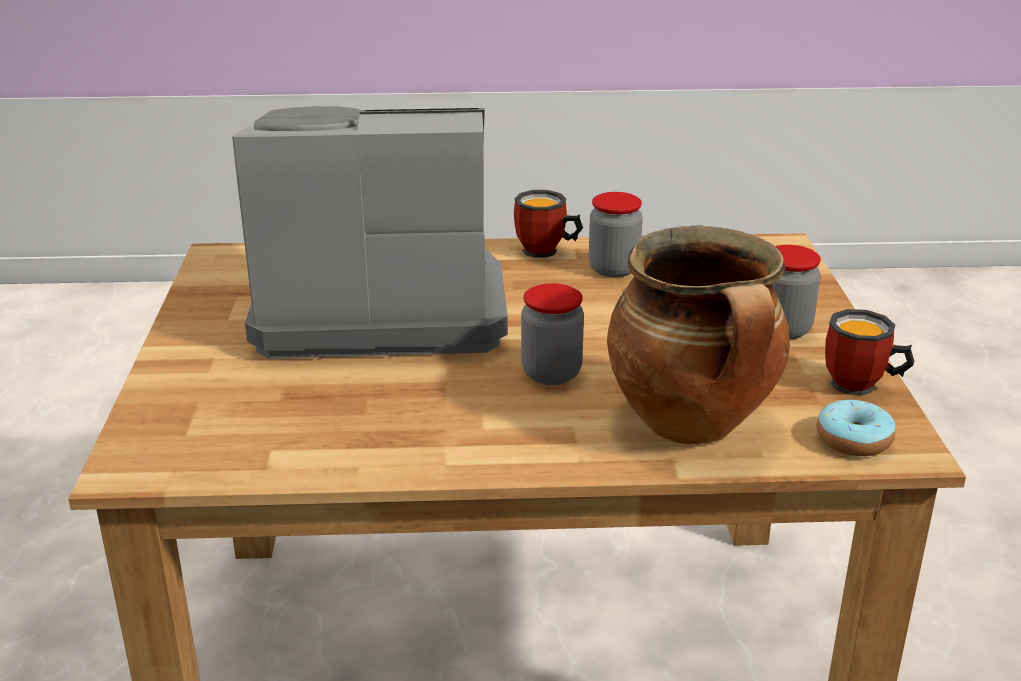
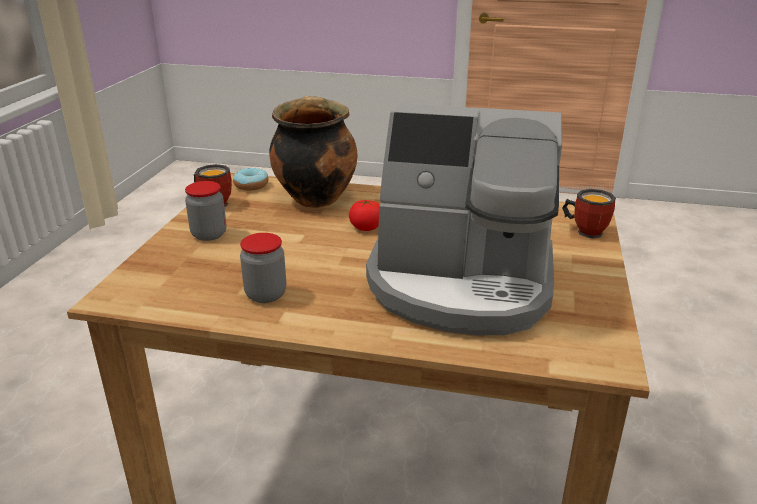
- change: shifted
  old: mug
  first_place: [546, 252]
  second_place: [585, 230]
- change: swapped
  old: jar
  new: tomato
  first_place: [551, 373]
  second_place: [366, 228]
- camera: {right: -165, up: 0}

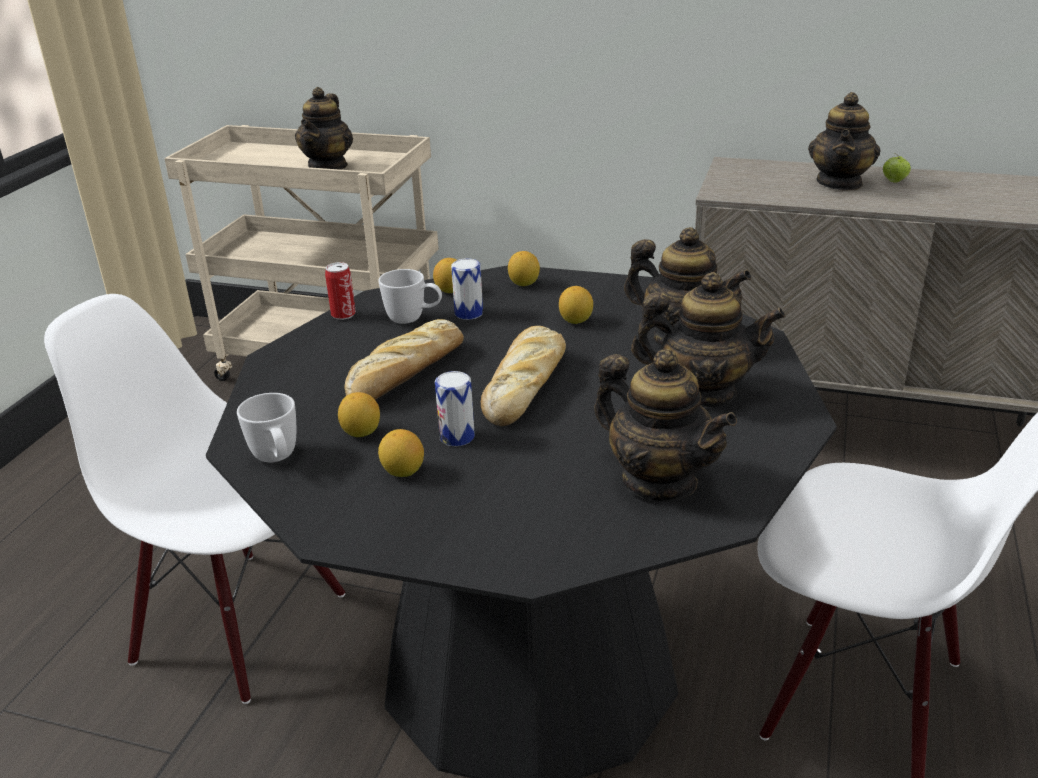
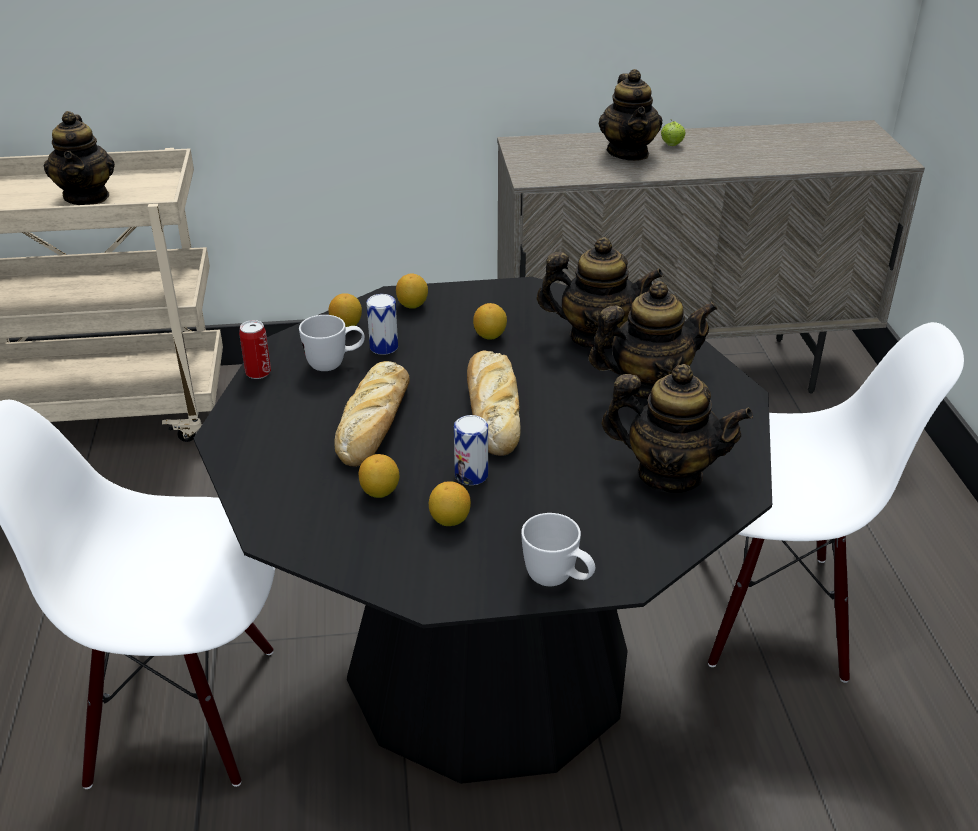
- change: shifted
  old: white_mug
  first_place: [277, 460]
  second_place: [558, 580]
- camera: {right: -25, up: 5}

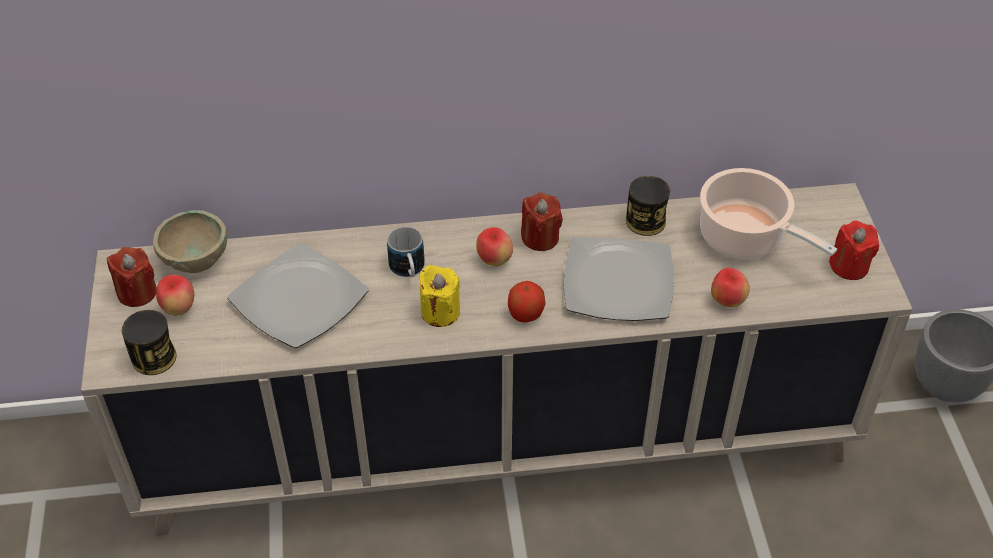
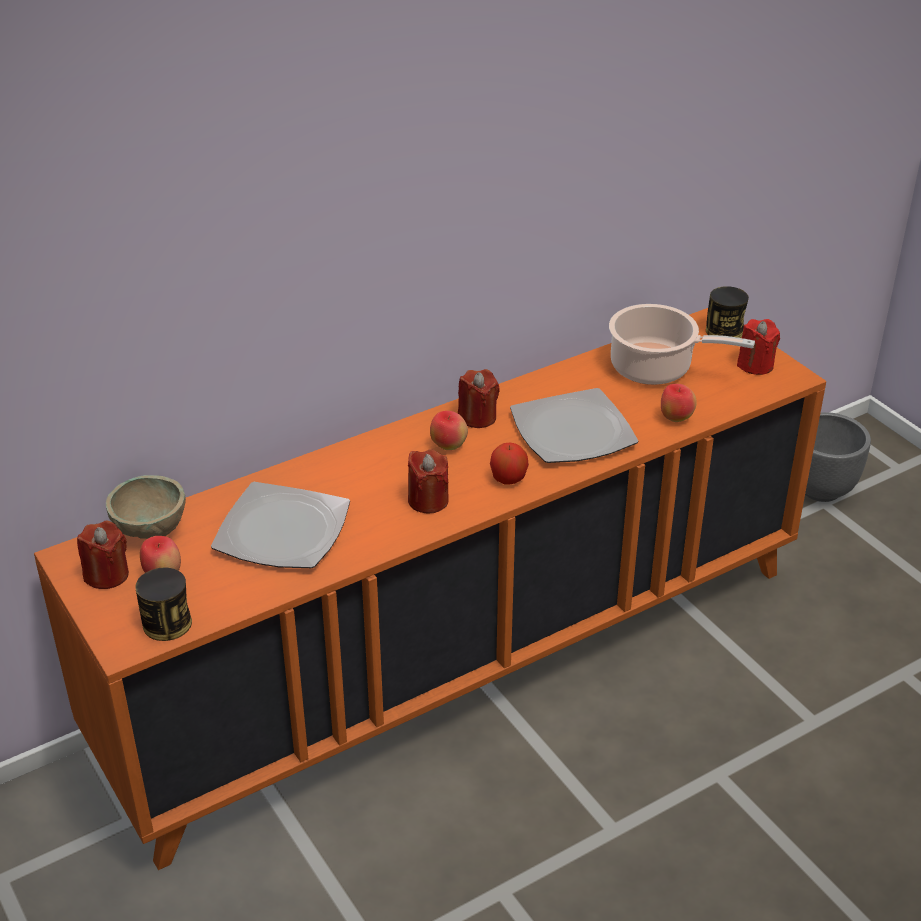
- change: shifted
  old: can
  first_place: [645, 221]
  second_place: [724, 331]
- change: repainted
  old: beige_cabinet
  new: orange_cabinet
  first_place: [496, 441]
  second_place: [460, 663]
- change: gone
  old: mug
  first_place: [408, 270]
- change: repainted
  old: yellow_candle
  new: red_candle
  first_place: [440, 312]
  second_place: [428, 500]
- camera: {right: -25, up: -10}

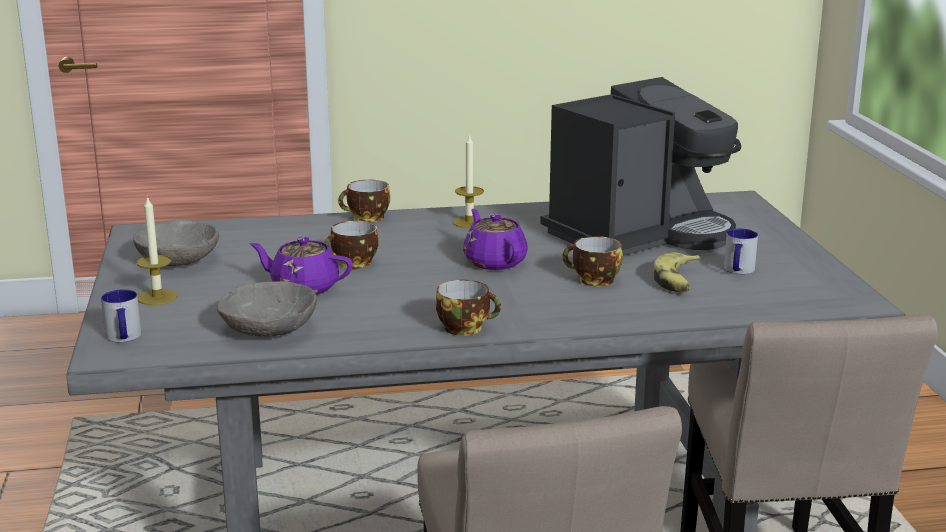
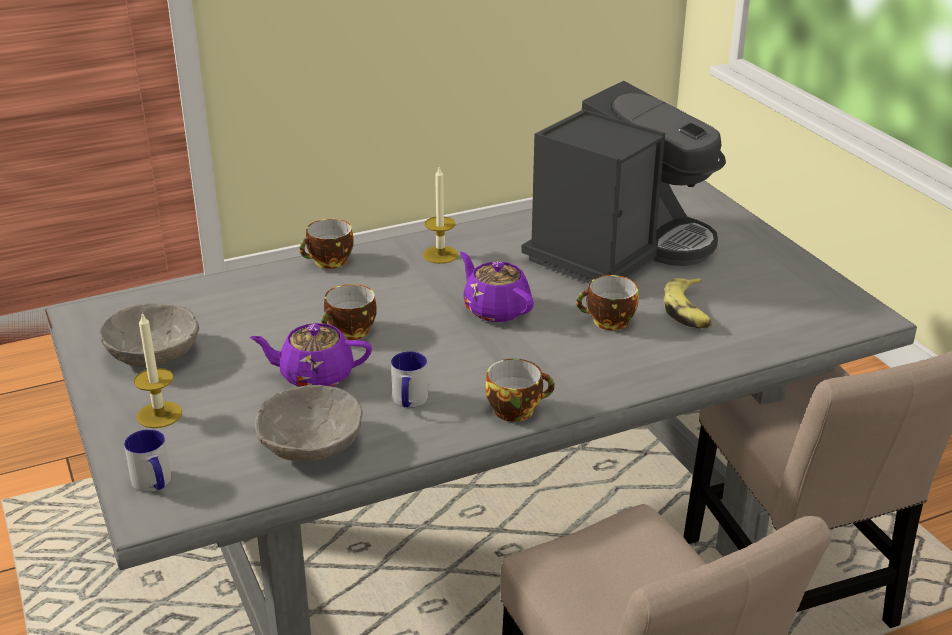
- change: shifted
  old: mug
  first_place: [738, 271]
  second_place: [409, 402]
- camera: {right: -15, up: 10}

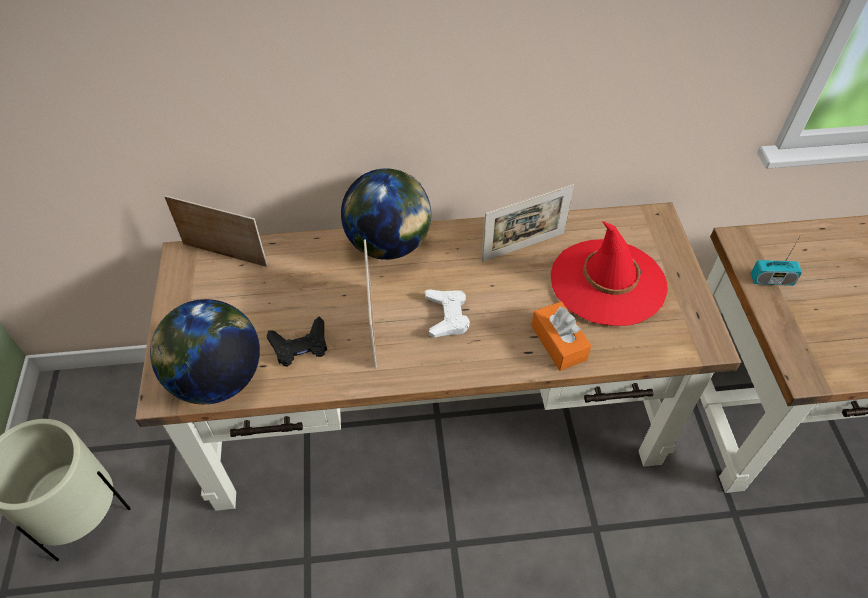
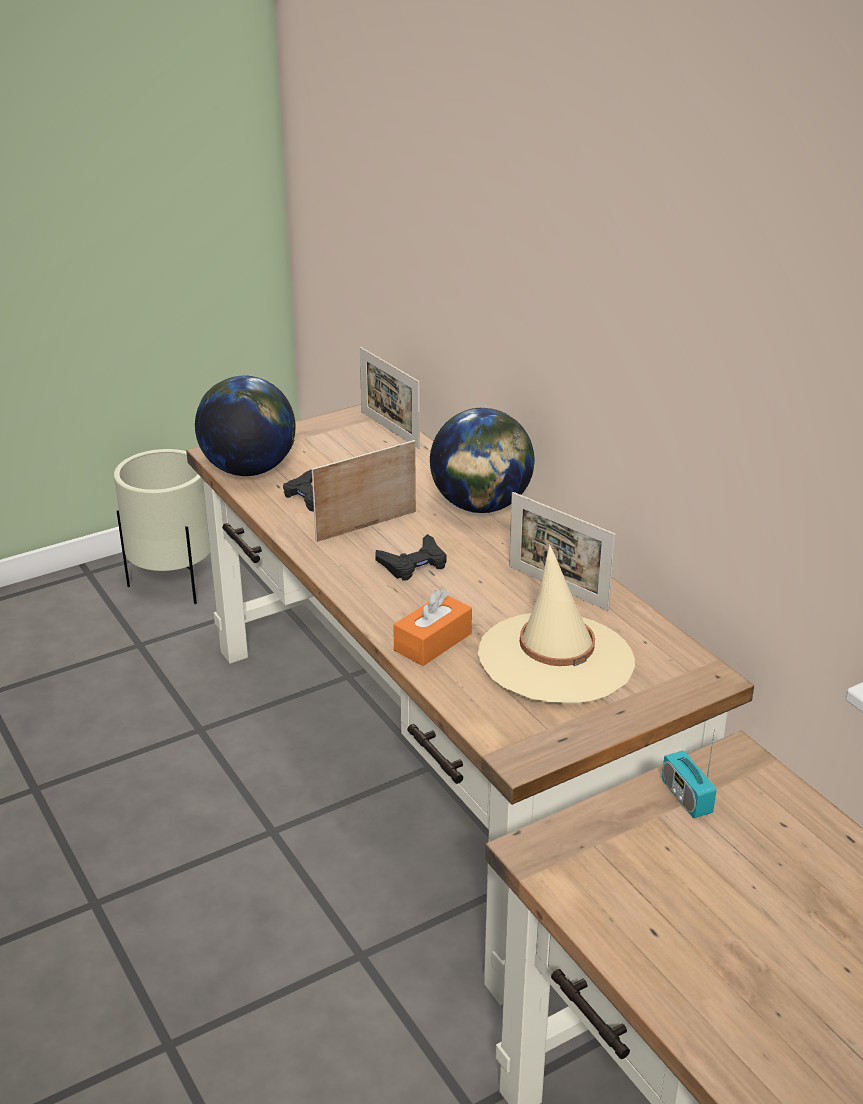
- change: rotated
  old: picture_frame
  first_place: [225, 255]
  second_place: [390, 430]
  degrees: 150
- change: repainted
  old: red_hat
  new: beige_hat
  first_place: [607, 282]
  second_place: [556, 658]
- change: repainted
  old: white_game_controller
  new: black_game_controller
  first_place: [447, 316]
  second_place: [413, 564]
- camera: {right: 65, up: -20}

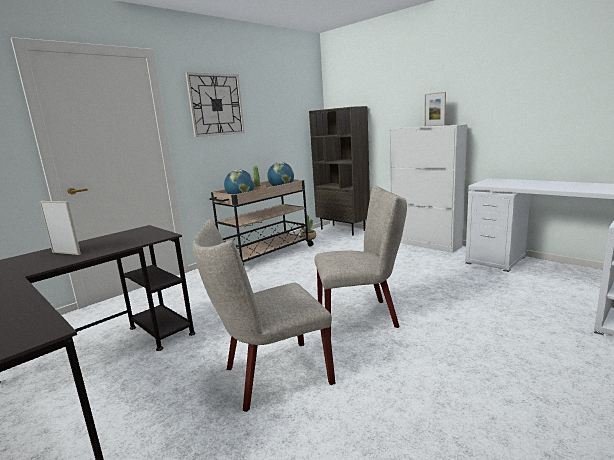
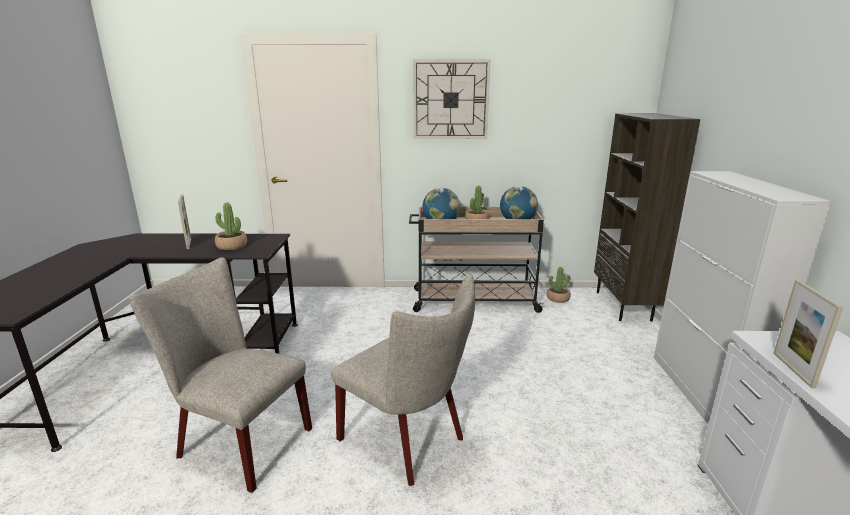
- change: shifted
  old: picture_frame
  first_place: [434, 125]
  second_place: [793, 369]
- change: new
  new: potted_plant
  second_place: [231, 246]
- camera: {right: 45, up: 5}

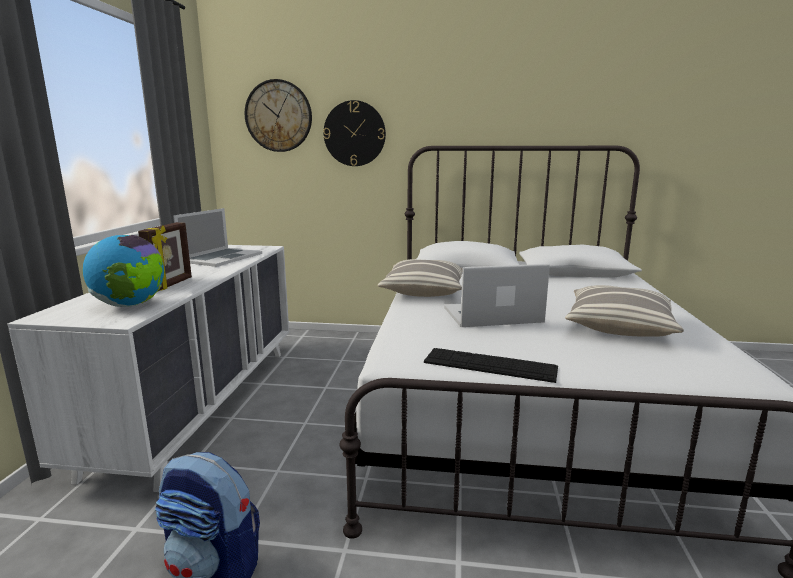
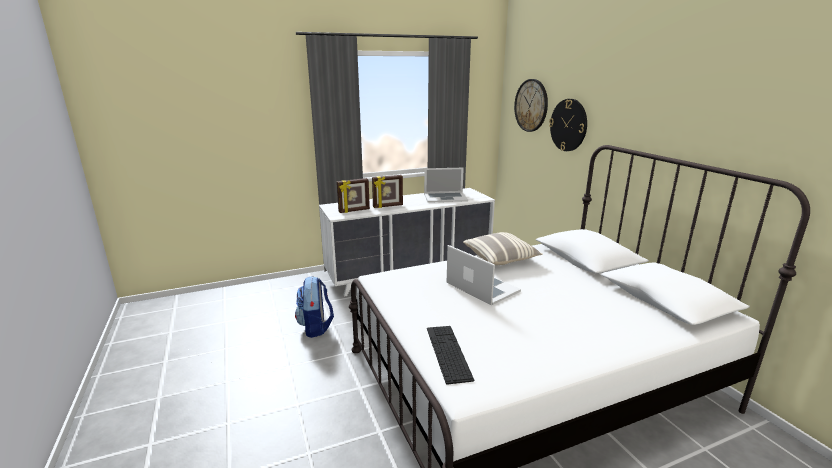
- change: swapped
  old: globe
  new: picture_frame
  first_place: [130, 305]
  second_place: [354, 211]
- change: gone
  old: pillow
  first_place: [618, 326]
- change: shifted
  old: keyboard
  first_place: [490, 365]
  second_place: [448, 352]
- camera: {right: 60, up: 5}

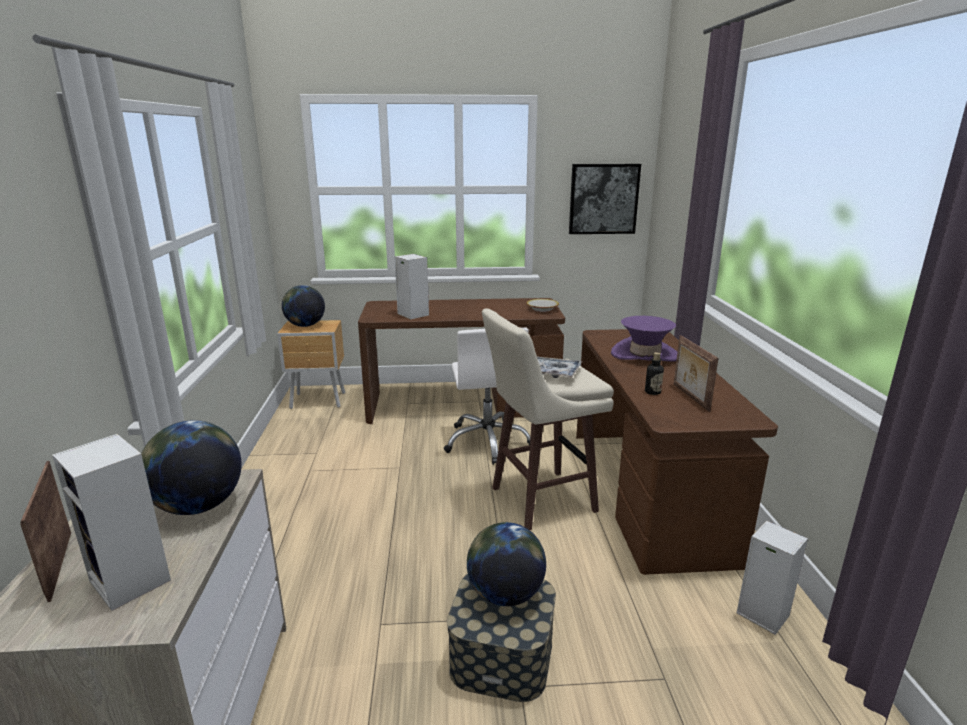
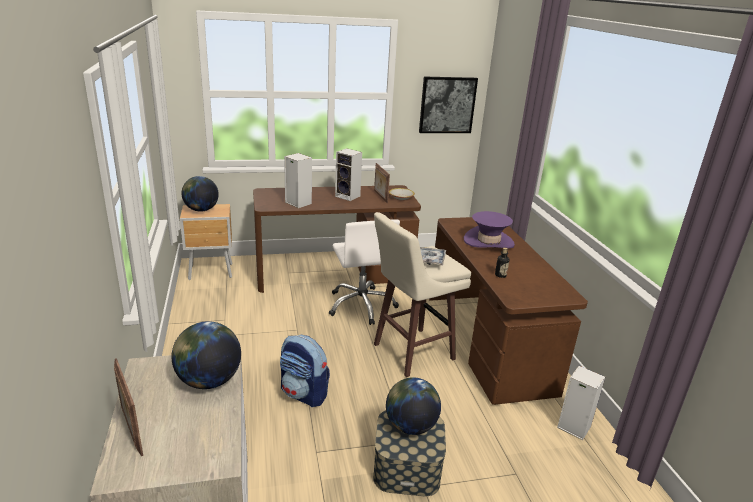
- change: shifted
  old: picture_frame
  first_place: [689, 397]
  second_place: [380, 196]
- change: shifted
  old: speaker
  first_place: [133, 581]
  second_place: [348, 196]
- change: new
  new: backpack
  second_place: [304, 394]
- camera: {right: -10, up: 5}

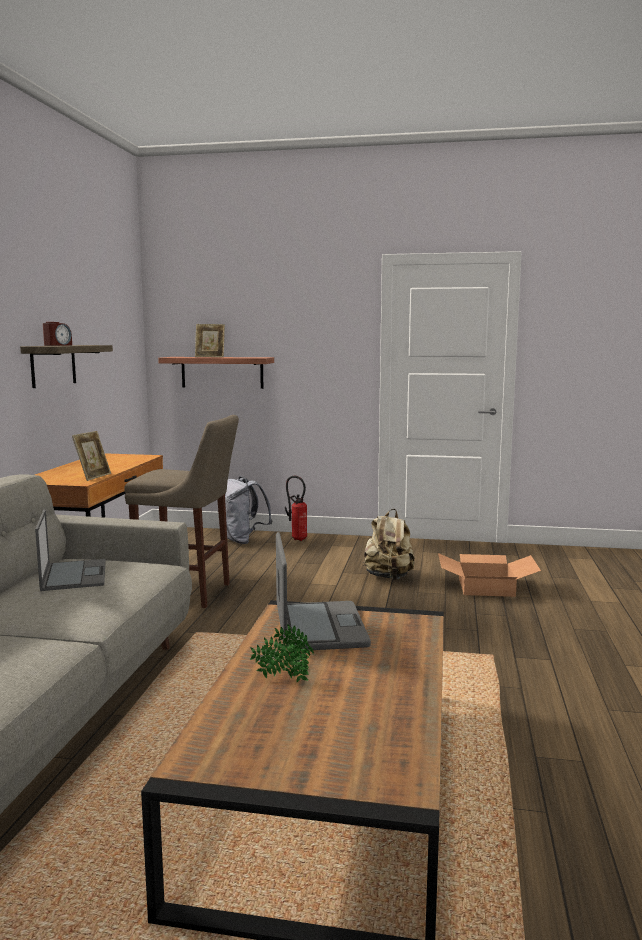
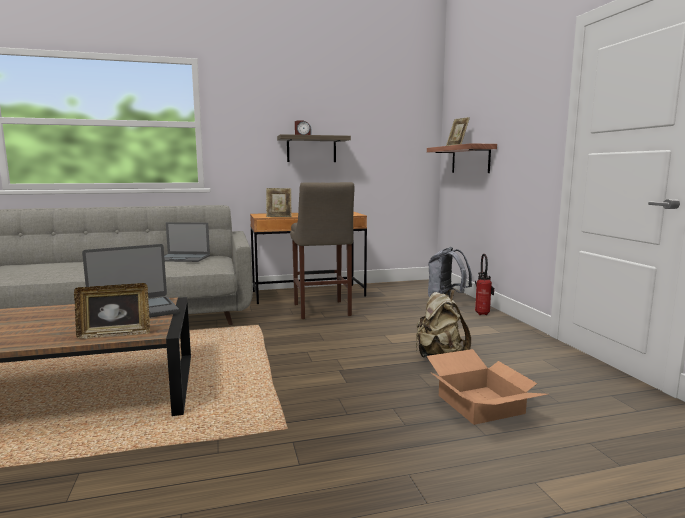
- change: rotated
  old: laptop
  first_place: [74, 575]
  second_place: [183, 258]
  degrees: 45
- change: gone
  old: potted_plant
  first_place: [282, 679]
- change: new
  new: picture_frame
  second_place: [115, 334]
- camera: {right: 65, up: 0}

